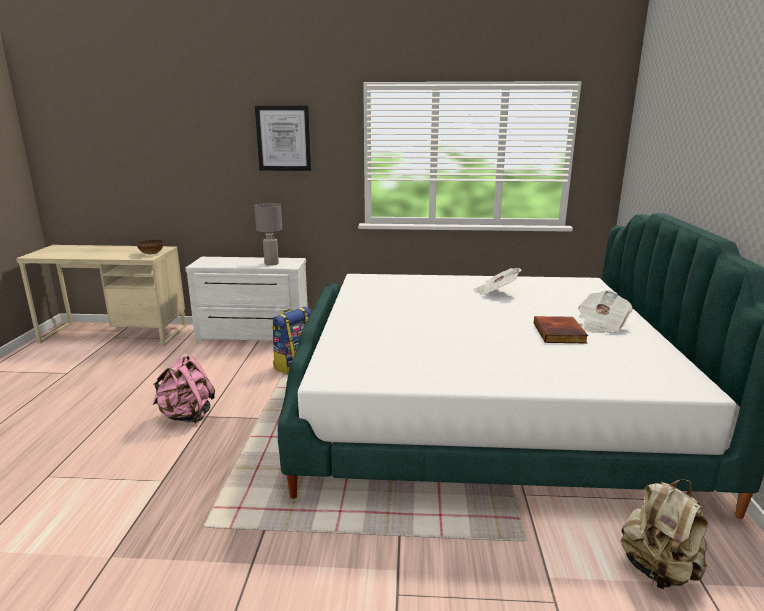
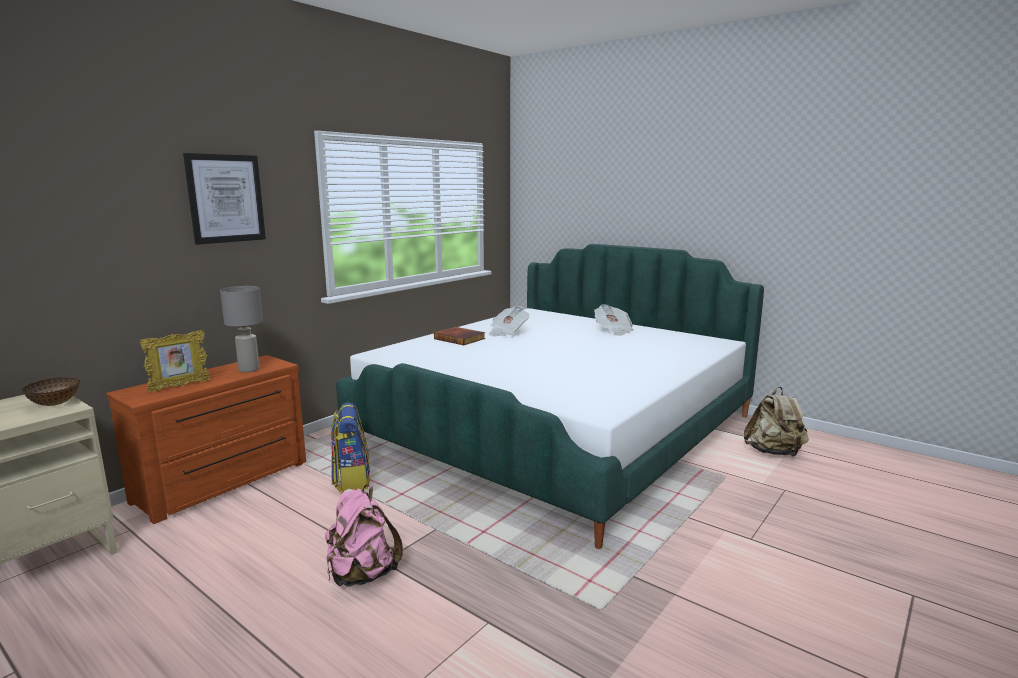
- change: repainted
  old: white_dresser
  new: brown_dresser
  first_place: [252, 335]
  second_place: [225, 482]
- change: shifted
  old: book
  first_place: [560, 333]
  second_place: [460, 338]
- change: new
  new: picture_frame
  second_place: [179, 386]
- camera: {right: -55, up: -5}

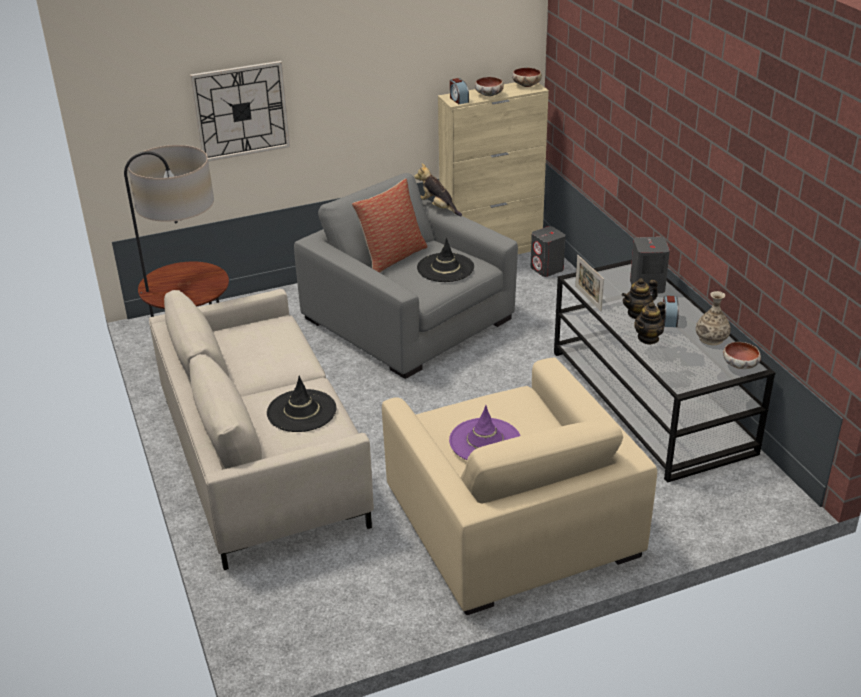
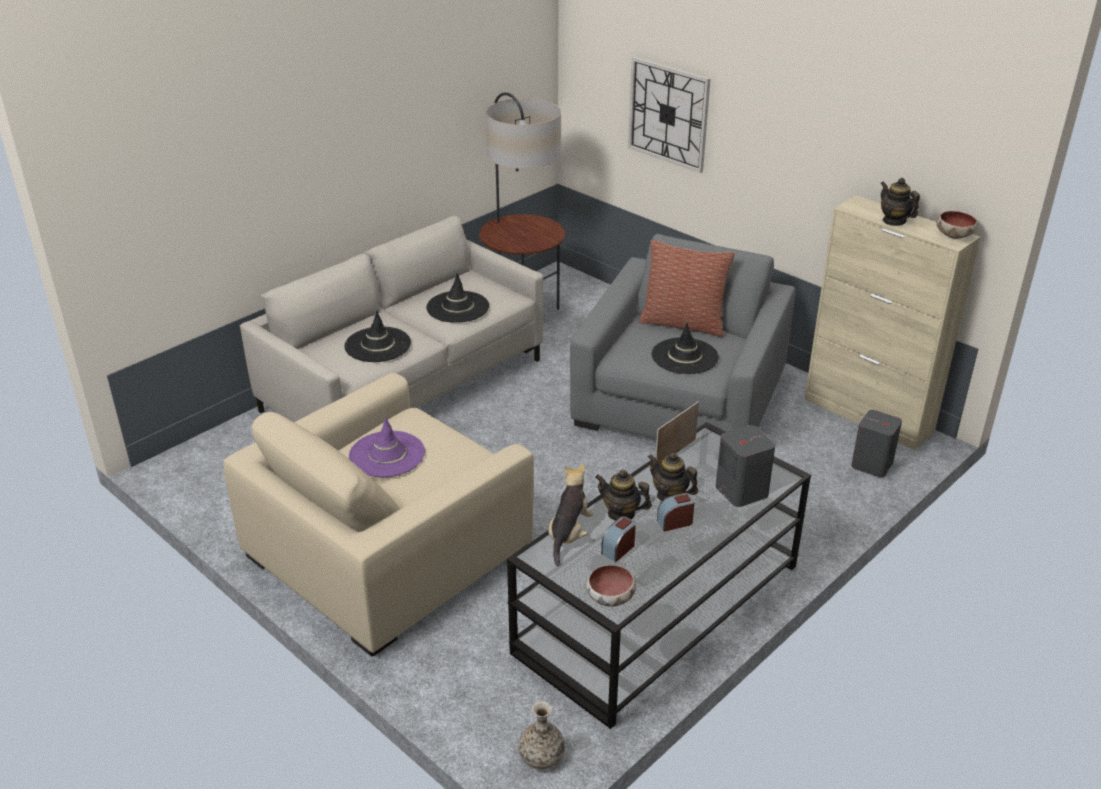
- change: swapped
  old: bowl
  new: teapot
  first_place: [489, 95]
  second_place: [894, 221]
- change: shifted
  old: alarm_clock
  first_place: [458, 99]
  second_place: [618, 549]
- change: shifted
  old: plush_toy
  first_place: [438, 208]
  second_place: [569, 535]
- change: shifted
  old: vase
  first_place: [711, 338]
  second_place: [541, 756]
- change: new
  new: black_hat
  second_place: [457, 307]
- camera: {right: 65, up: 0}

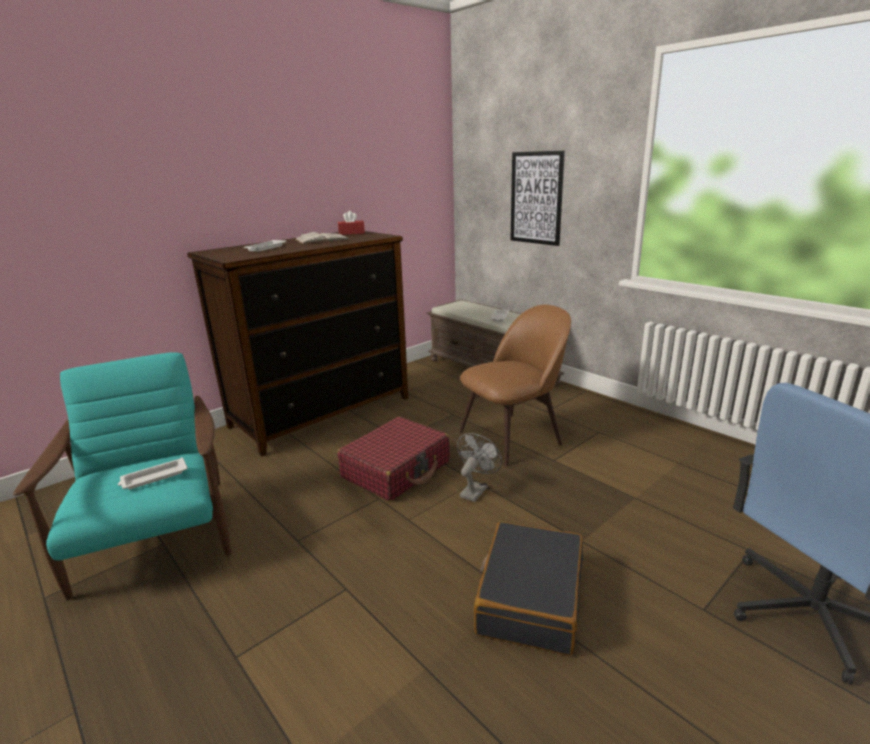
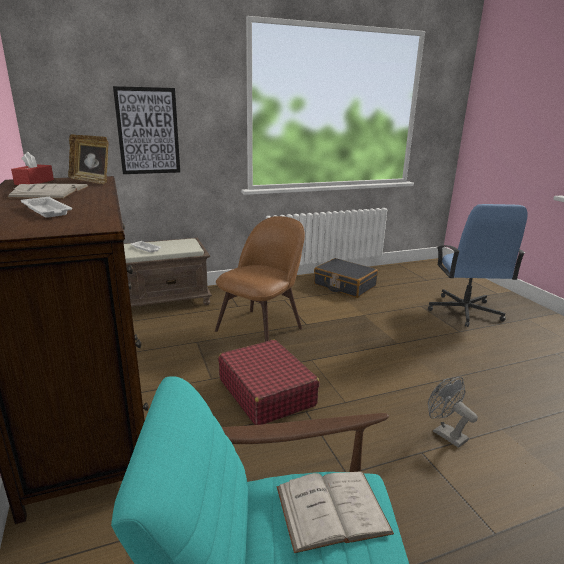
- change: rotated
  old: brown_chair
  first_place: [513, 436]
  second_place: [261, 328]
  degrees: 45
- change: shifted
  old: grey_fan
  first_place: [475, 490]
  second_place: [445, 433]
- change: swapped
  old: white_tray
  new: white_book
  first_place: [153, 477]
  second_place: [332, 509]
- change: shifted
  old: black_suitcase
  first_place: [529, 598]
  second_place: [344, 285]
- change: new
  new: picture_frame
  second_place: [91, 180]
- camera: {right: -70, up: 0}

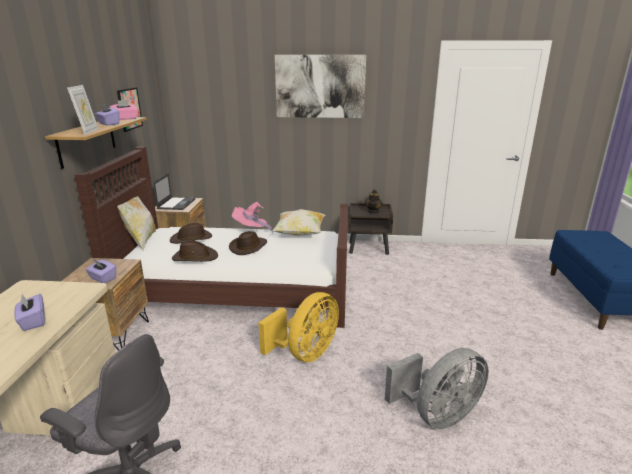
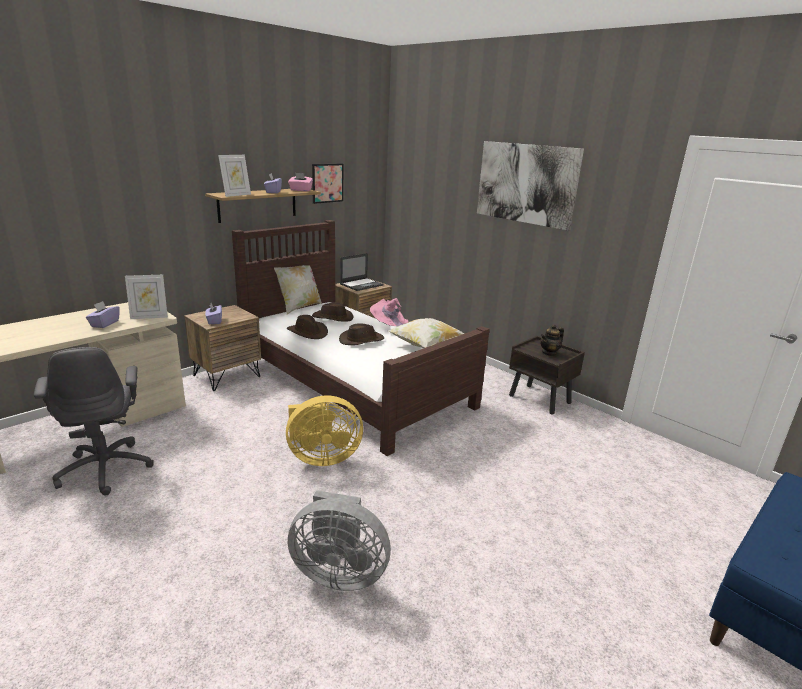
- change: new
  new: picture_frame
  second_place: [149, 317]
- camera: {right: 40, up: 0}

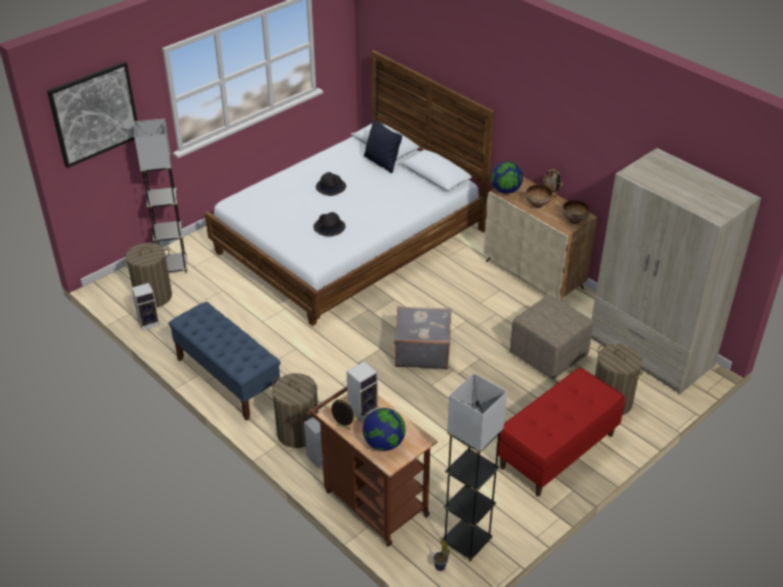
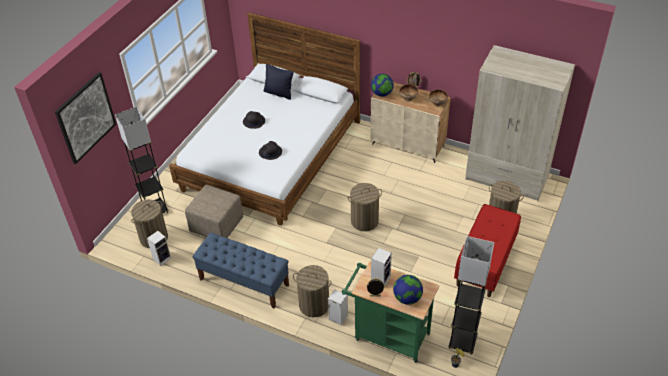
- change: shifted
  old: beige_ottoman
  first_place: [549, 355]
  second_place: [217, 225]
- change: swapped
  old: grey_suitcase
  new: laundry_basket
  first_place: [422, 351]
  second_place: [364, 221]
- change: repainted
  old: brown_cart
  new: green_cart
  first_place: [371, 500]
  second_place: [388, 335]
- camera: {right: -20, up: 5}

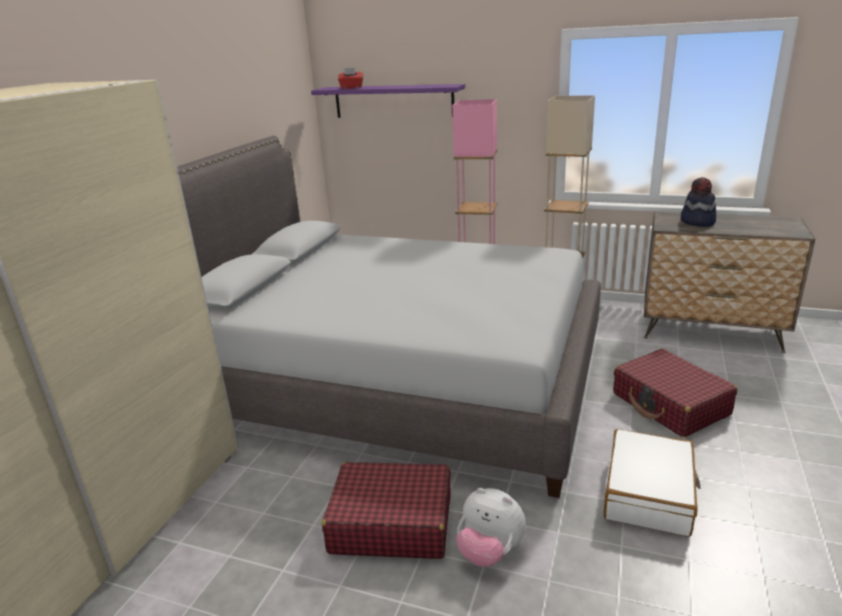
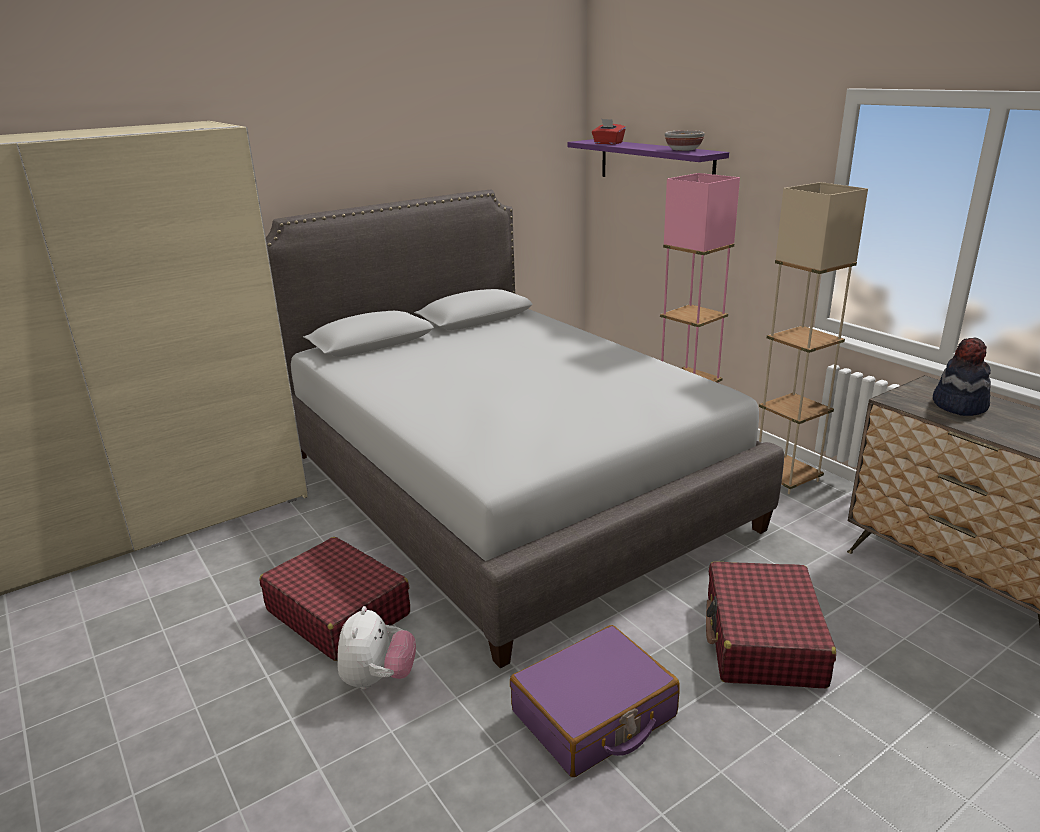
- change: repainted
  old: white_suitcase
  new: purple_suitcase
  first_place: [649, 494]
  second_place: [594, 715]
- change: rotated
  old: plush_toy
  first_place: [489, 552]
  second_place: [378, 679]
  degrees: -150
- change: new
  new: bowl
  second_place: [683, 150]
- camera: {right: 35, up: 0}

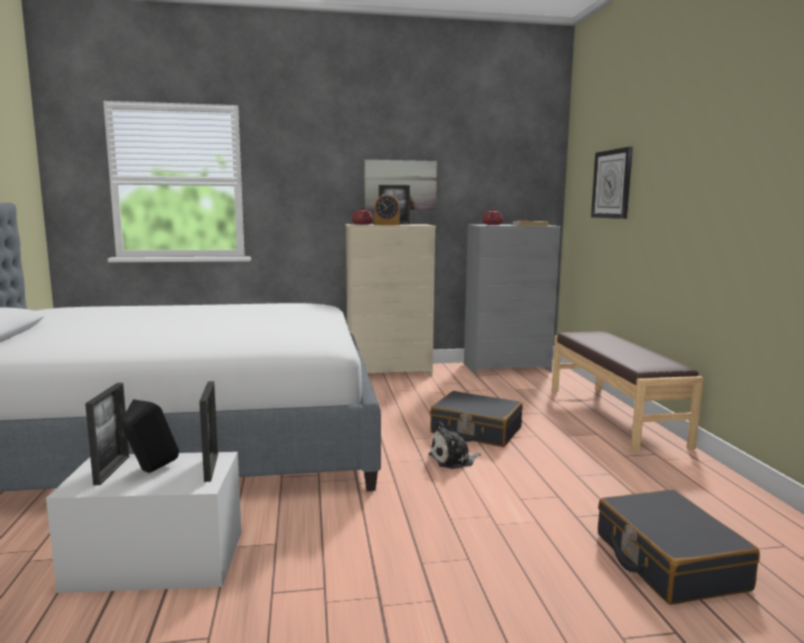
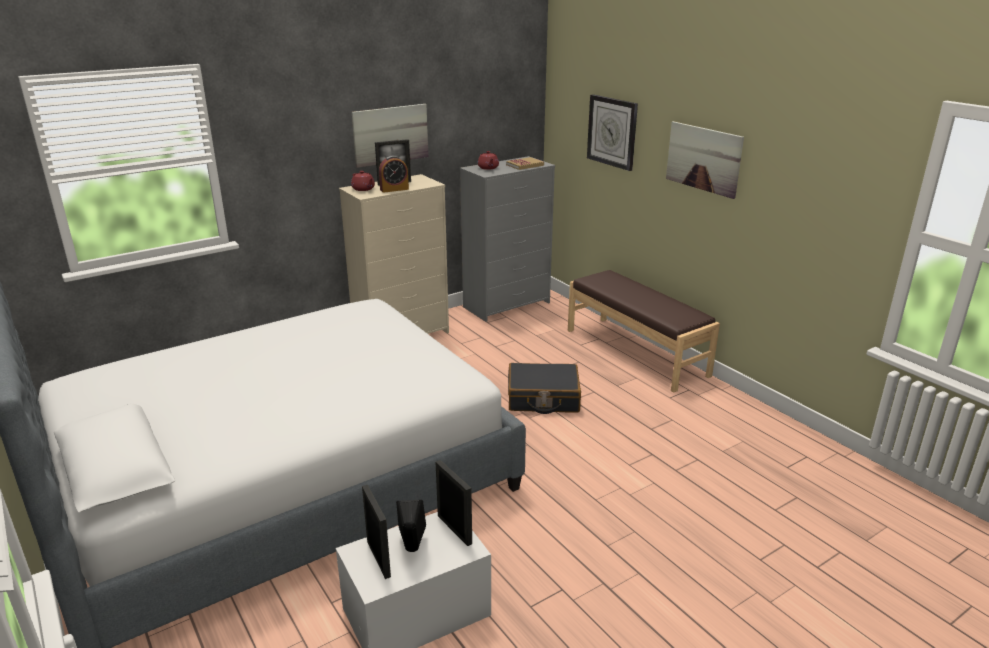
- change: gone
  old: plush_toy
  first_place: [453, 460]
- change: gone
  old: black_suitcase
  first_place: [668, 561]
- change: new
  new: picture
  second_place: [703, 158]
- camera: {right: -25, up: 15}

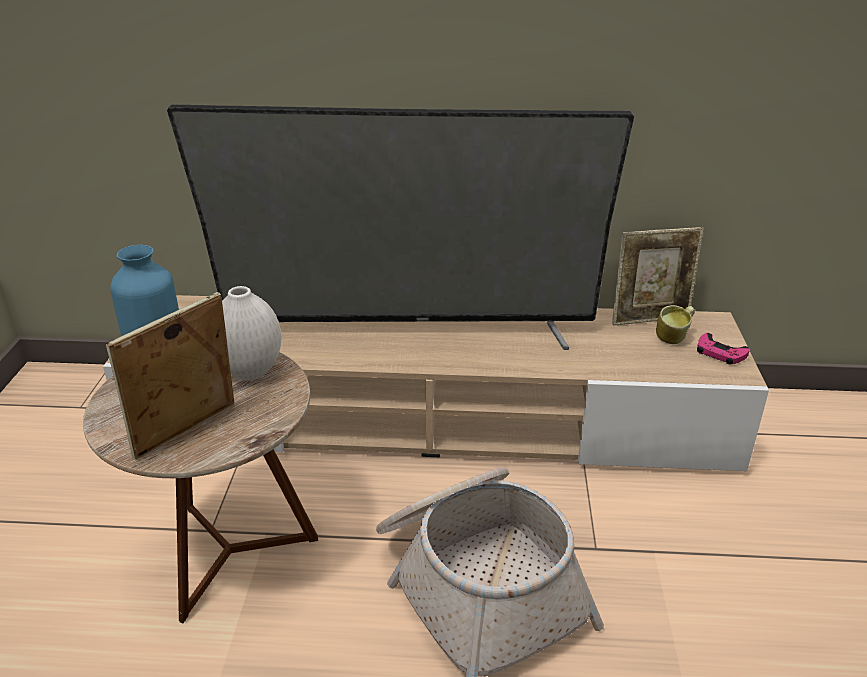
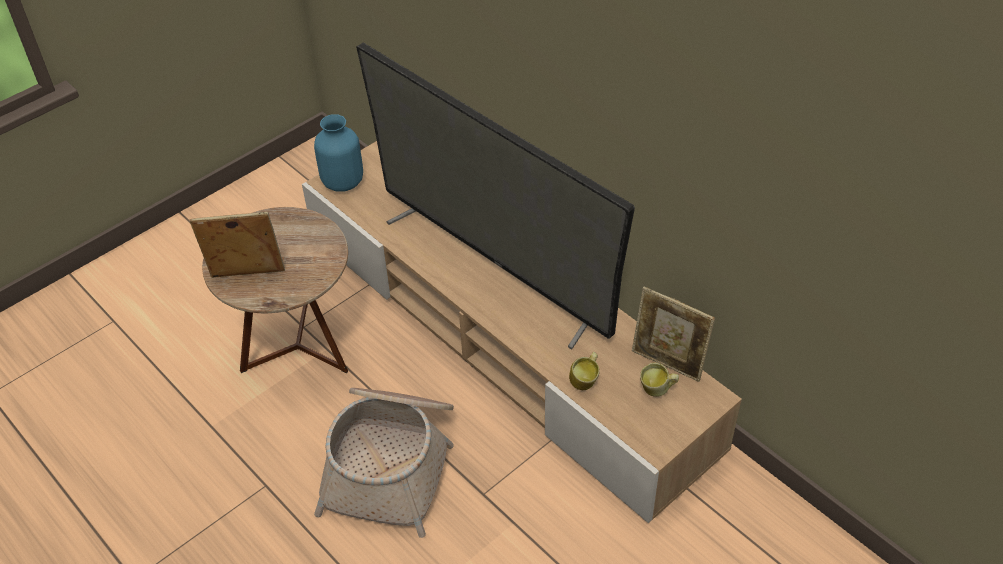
- change: gone
  old: white_vase
  first_place: [249, 372]
- change: gone
  old: pink_game_controller
  first_place: [720, 353]
- change: new
  new: mug
  second_place: [585, 381]
- camera: {right: 45, up: 15}

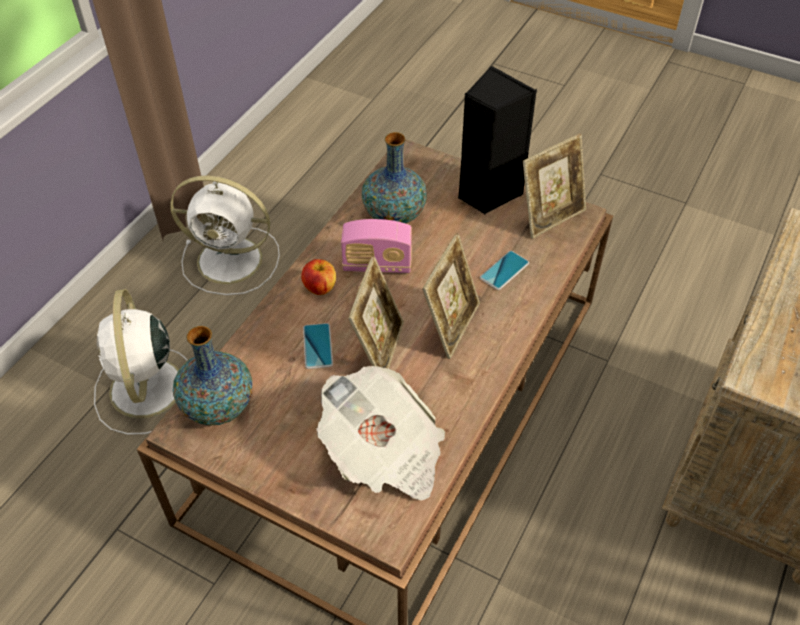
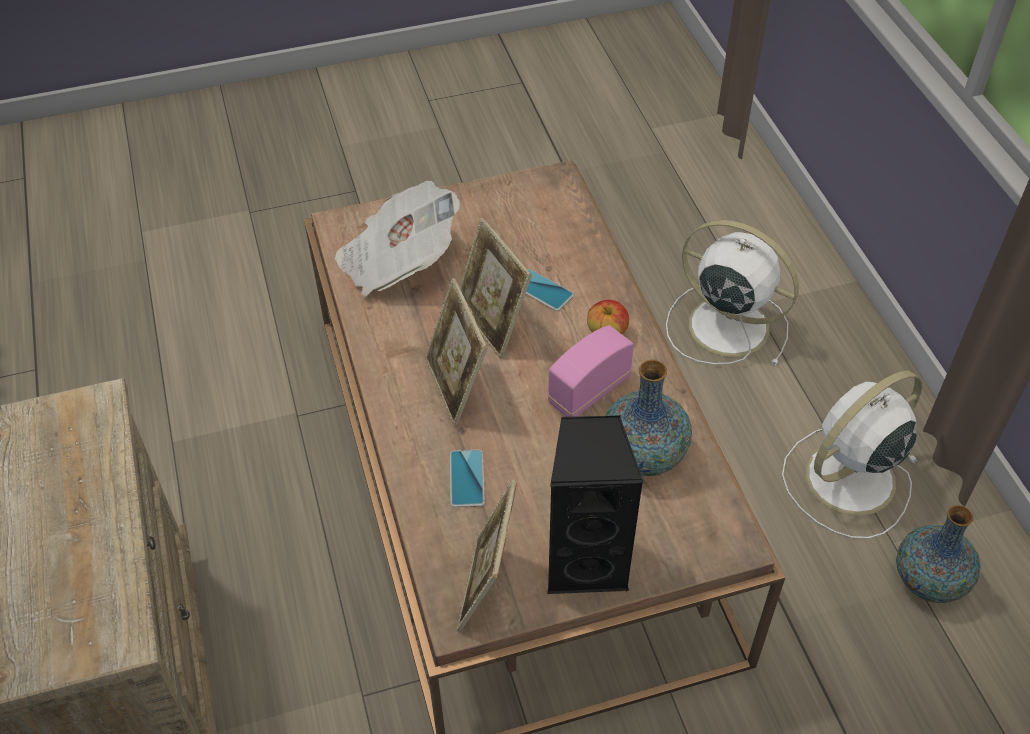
- change: shifted
  old: vase
  first_place: [218, 406]
  second_place: [929, 580]
- camera: {right: 135, up: 0}

